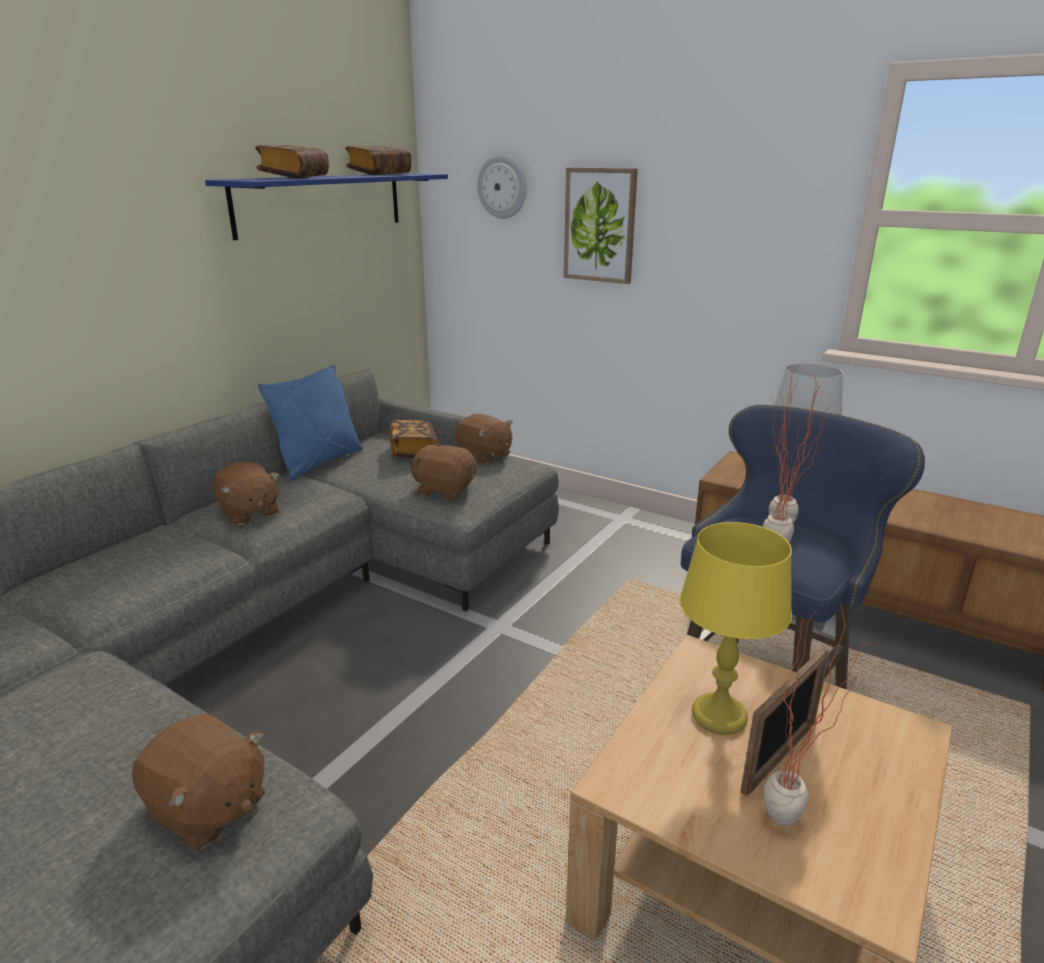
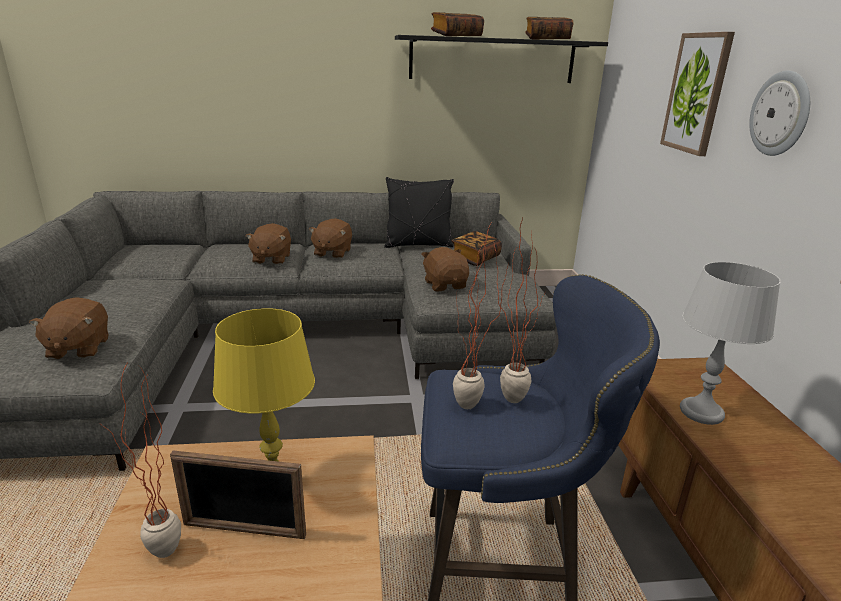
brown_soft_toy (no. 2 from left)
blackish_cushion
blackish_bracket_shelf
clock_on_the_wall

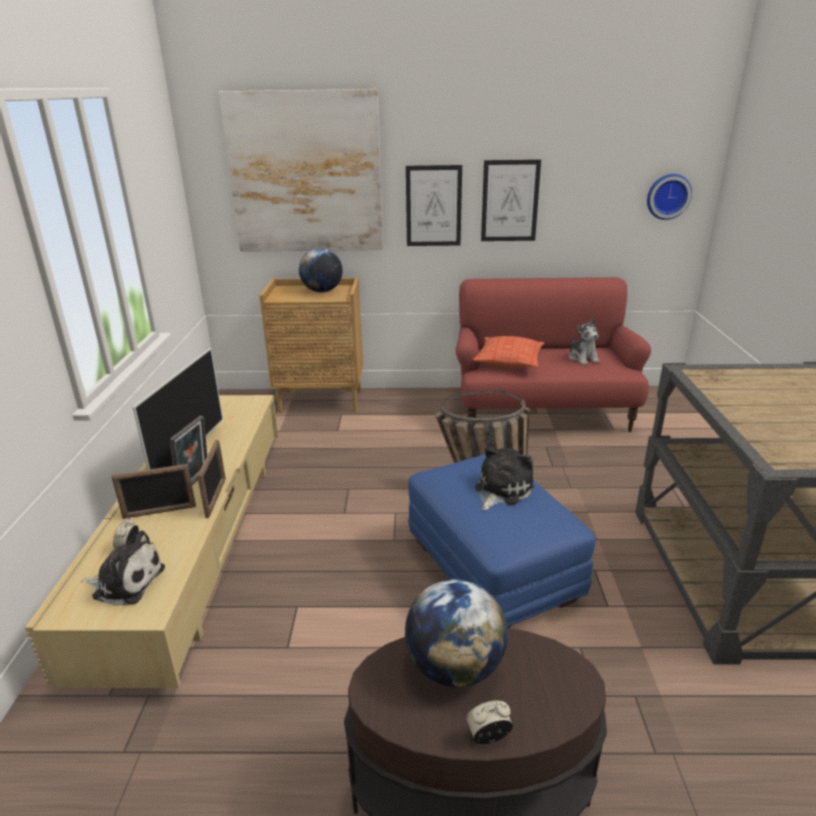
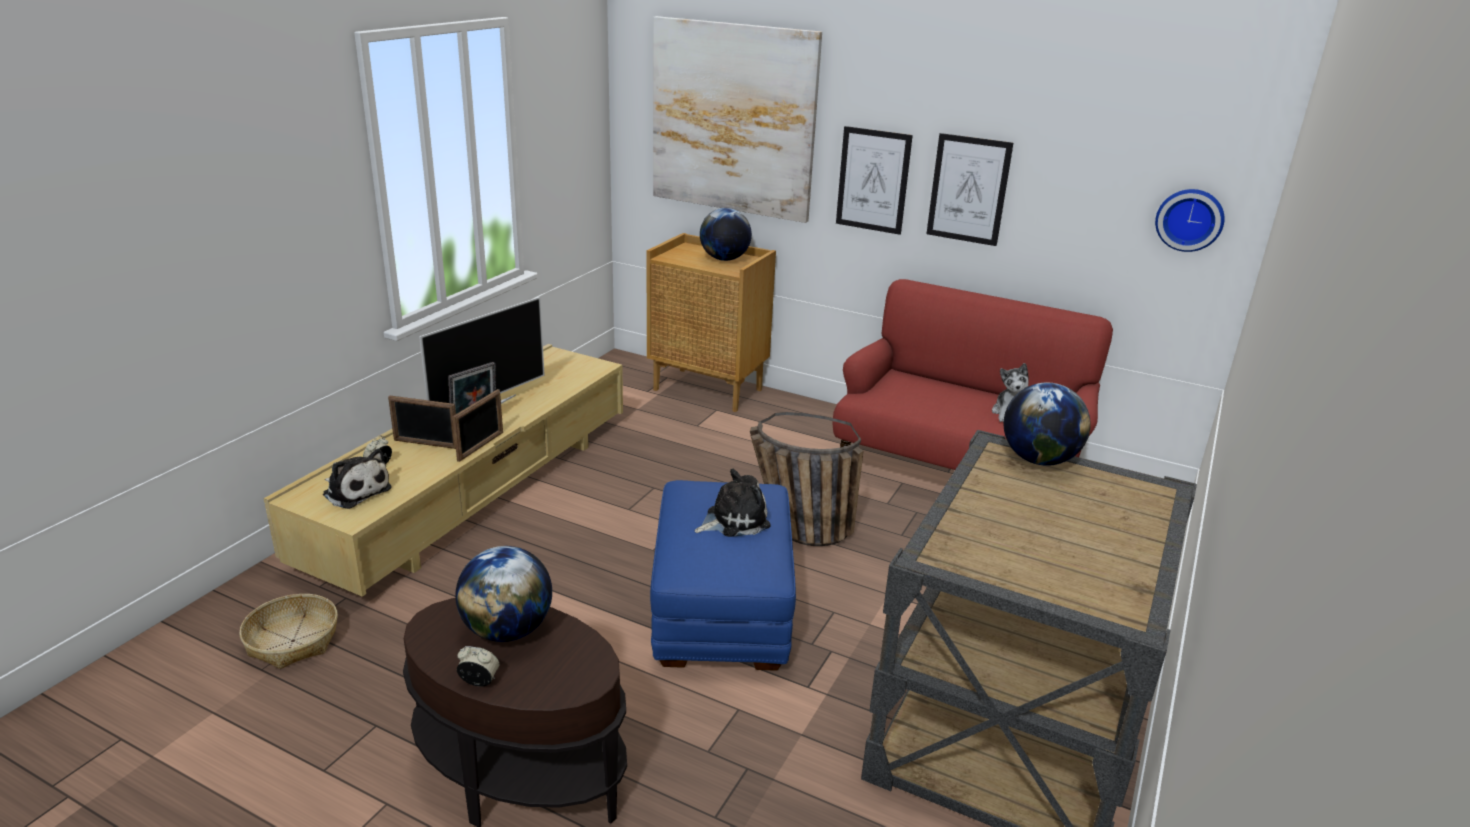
basket (no. 1 from left)
globe (no. 3 from left)
orange-coloured_cushion

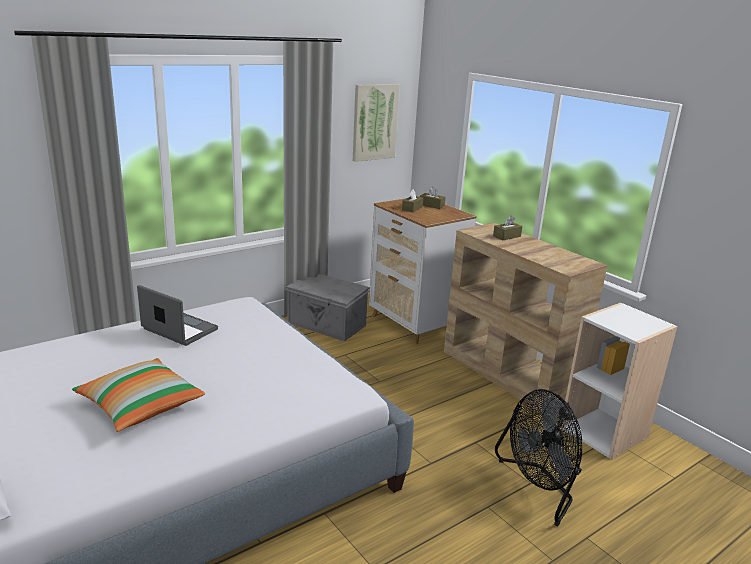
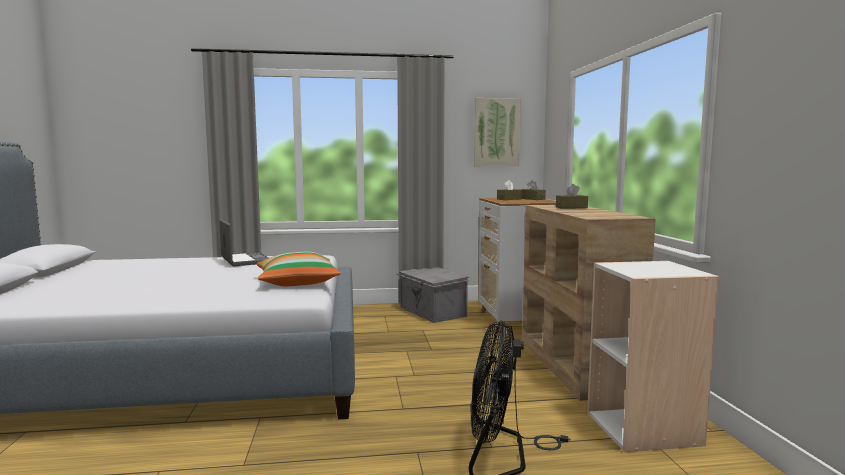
cushion

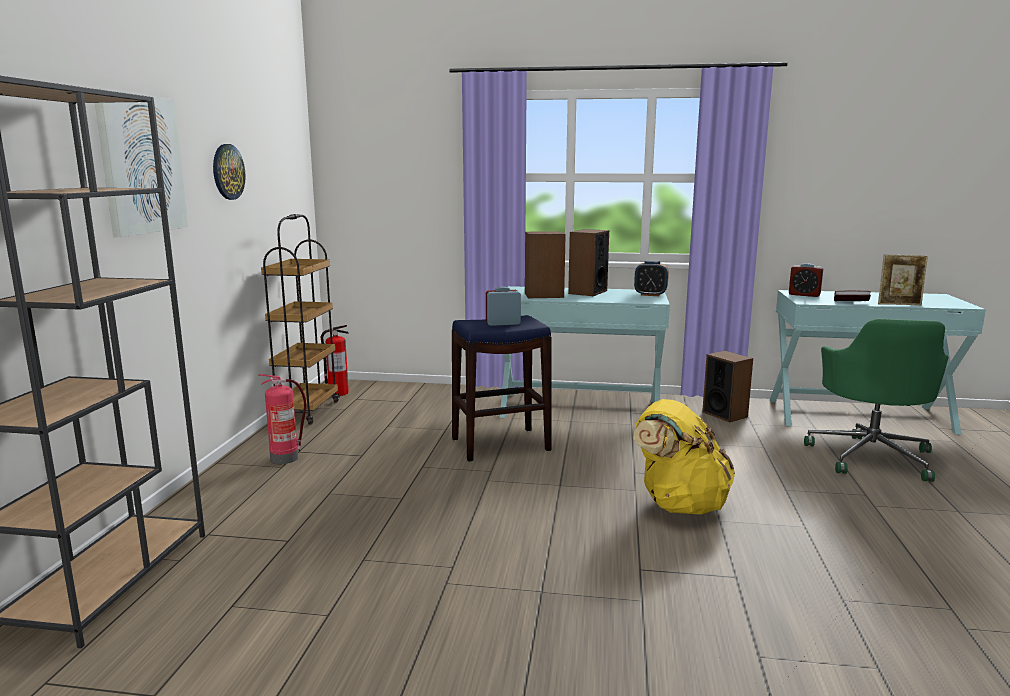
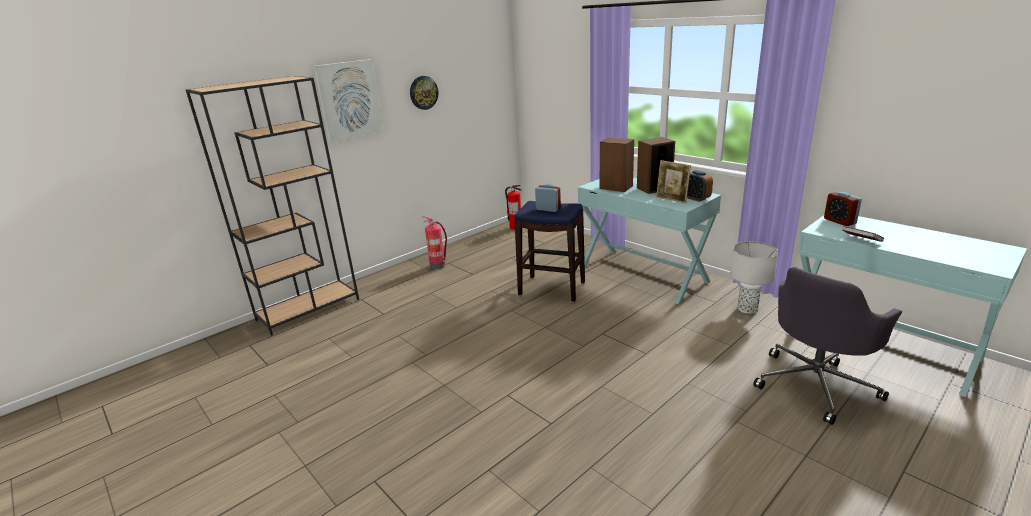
standing_frame
white_tabletop_lamp
greyish_office_chair
brown_cart
yellow_knapsack

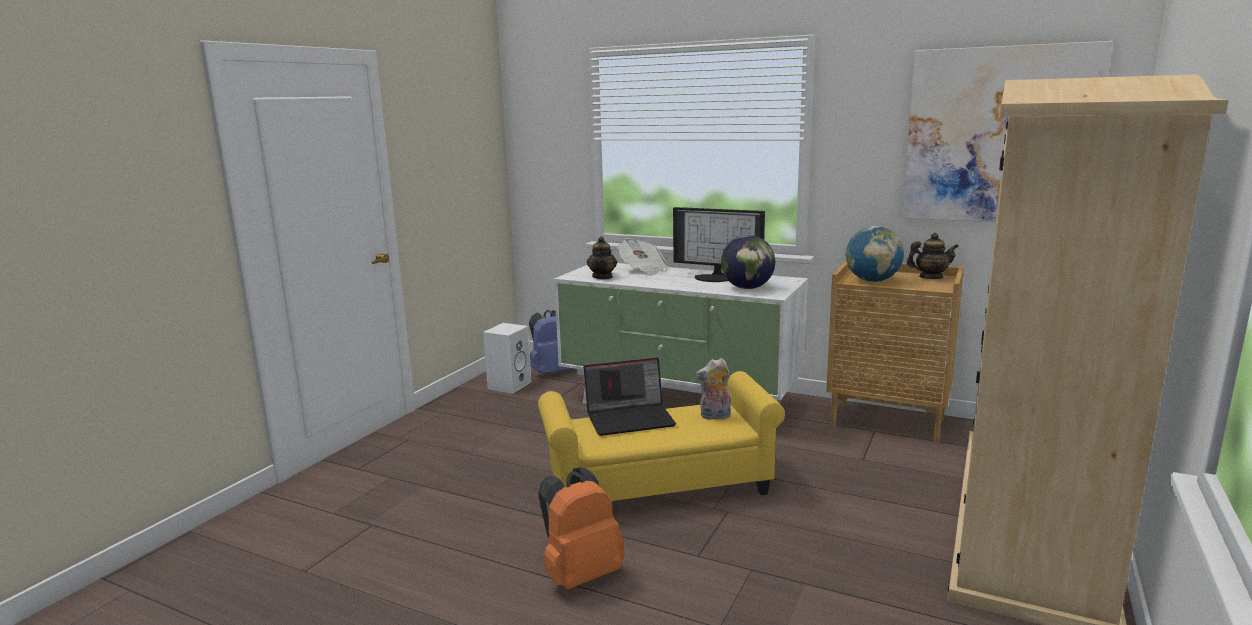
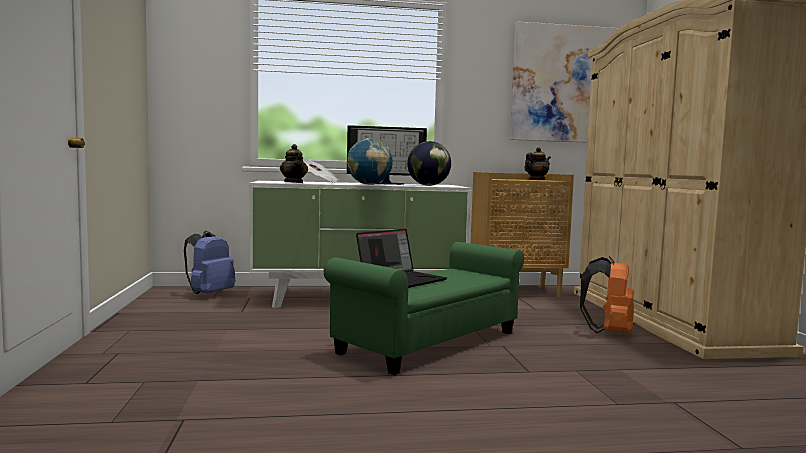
green_footrest
globe (no. 1 from left)
orange-coloured_knapsack
white_speaker
soft_toy

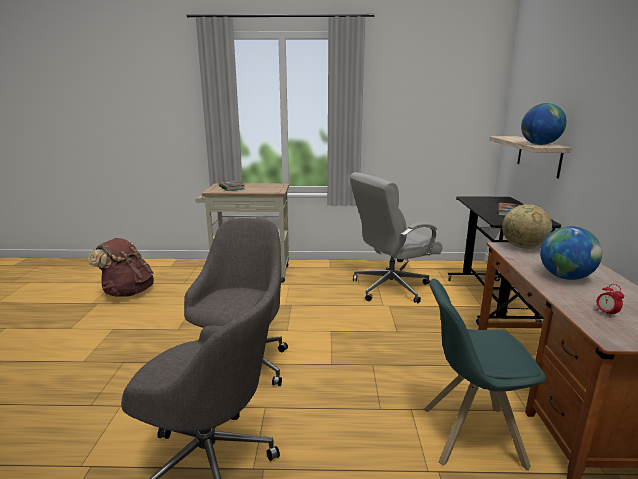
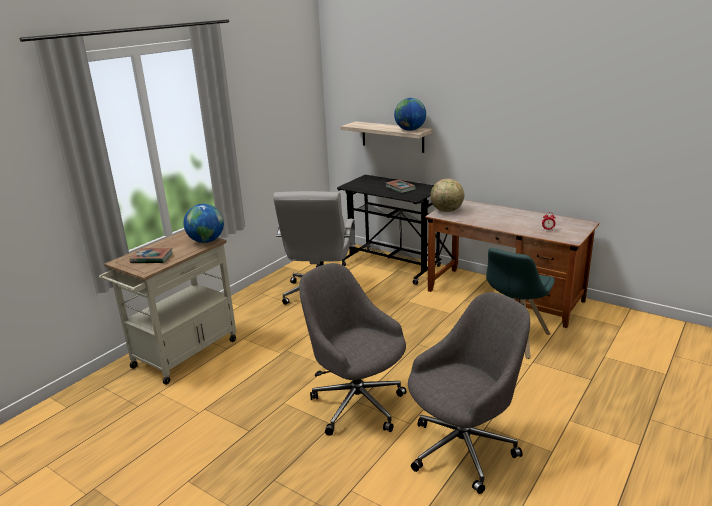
globe (no. 1 from left)
brown_knapsack

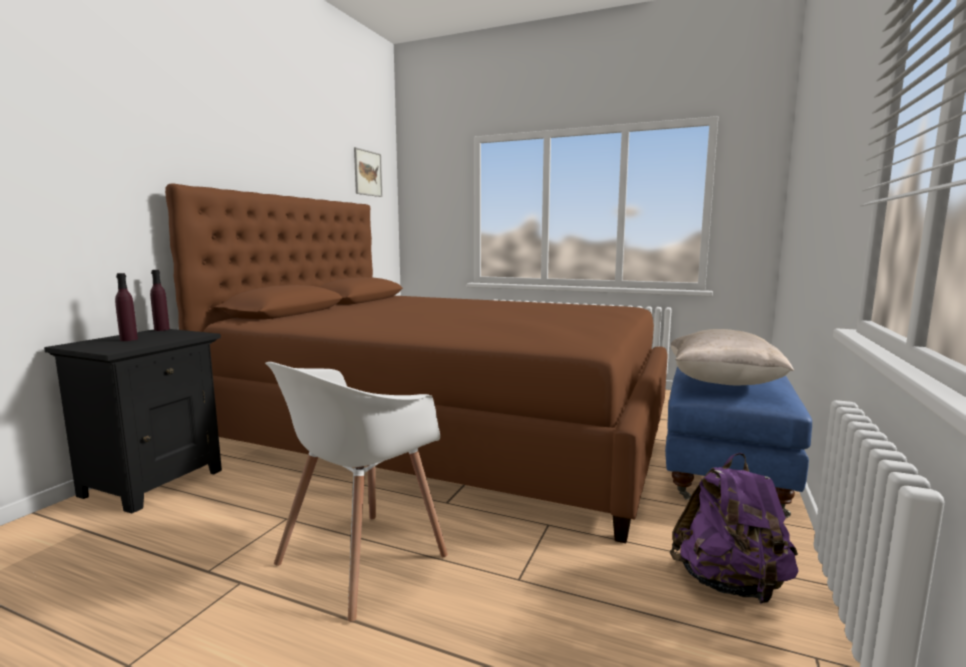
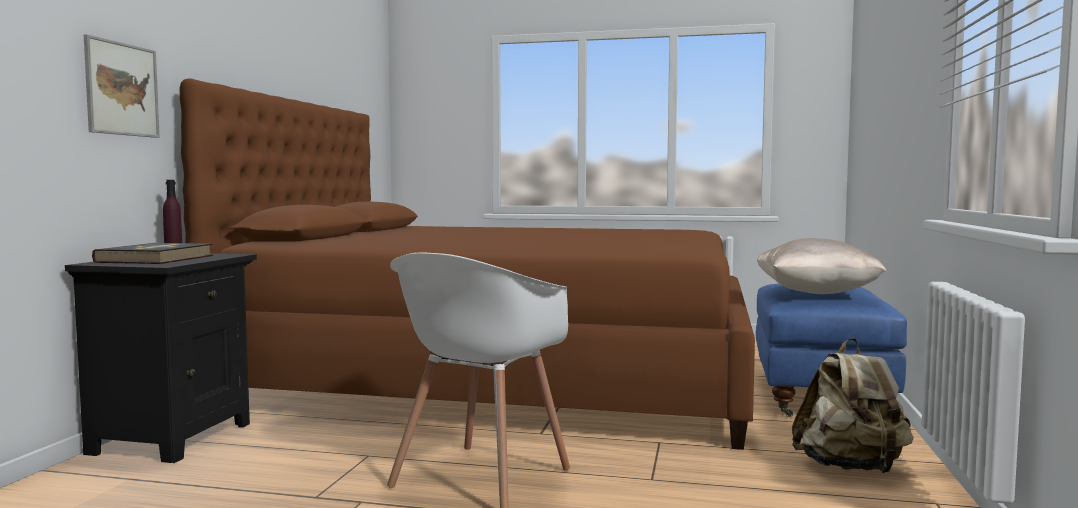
wall_art
book
beige-coloured_knapsack

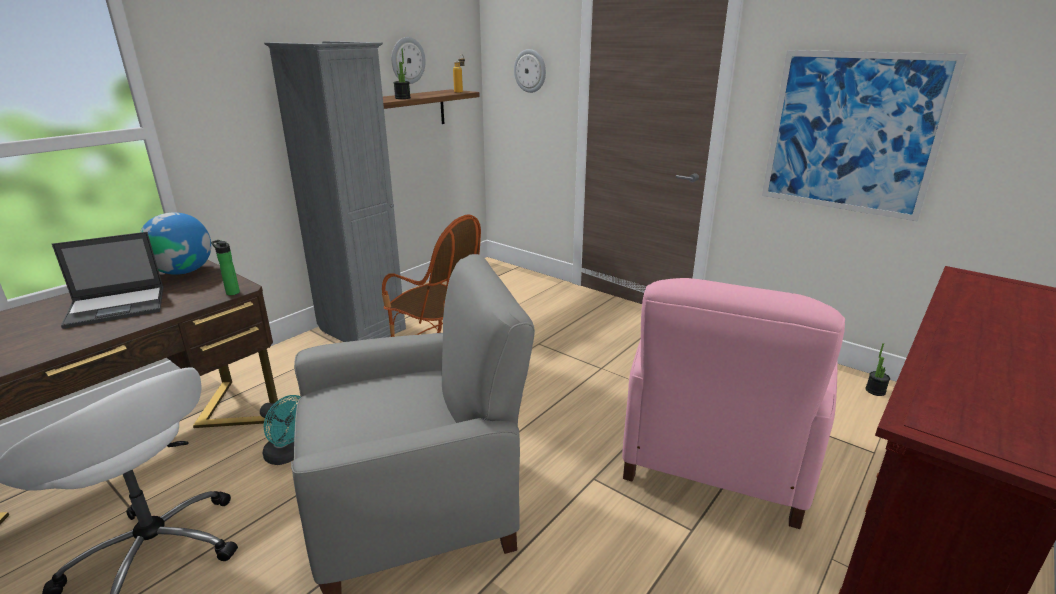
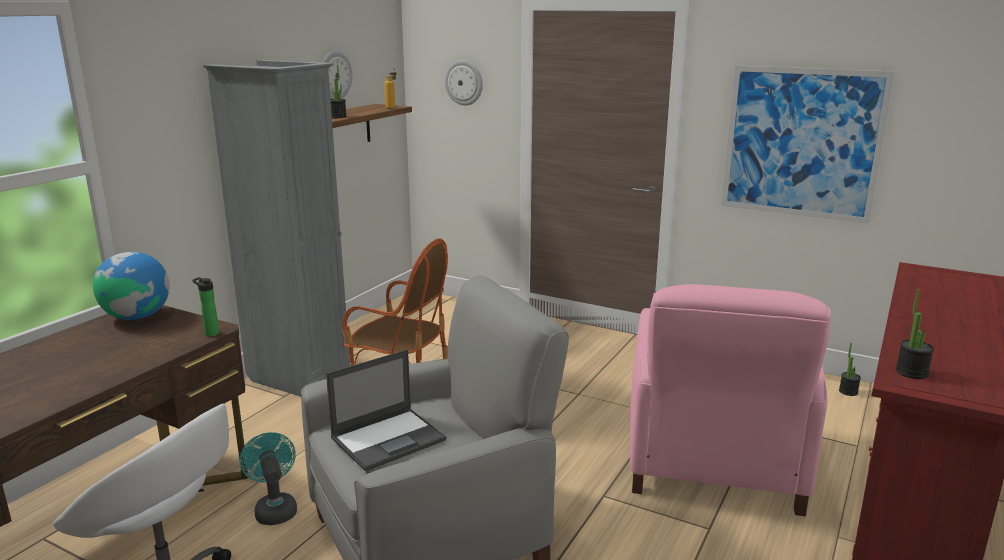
turquoise_electric_fan
portable_computer
potted_plant (no. 3 from left)

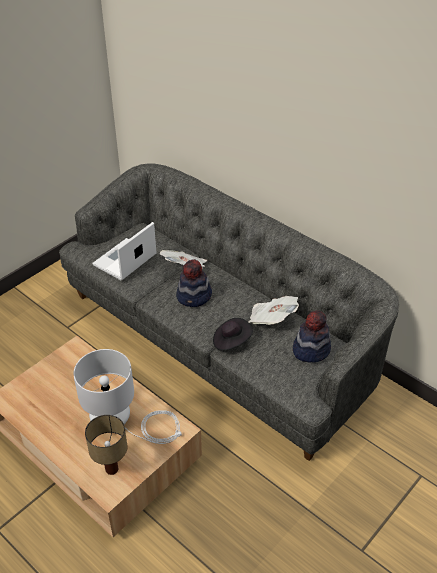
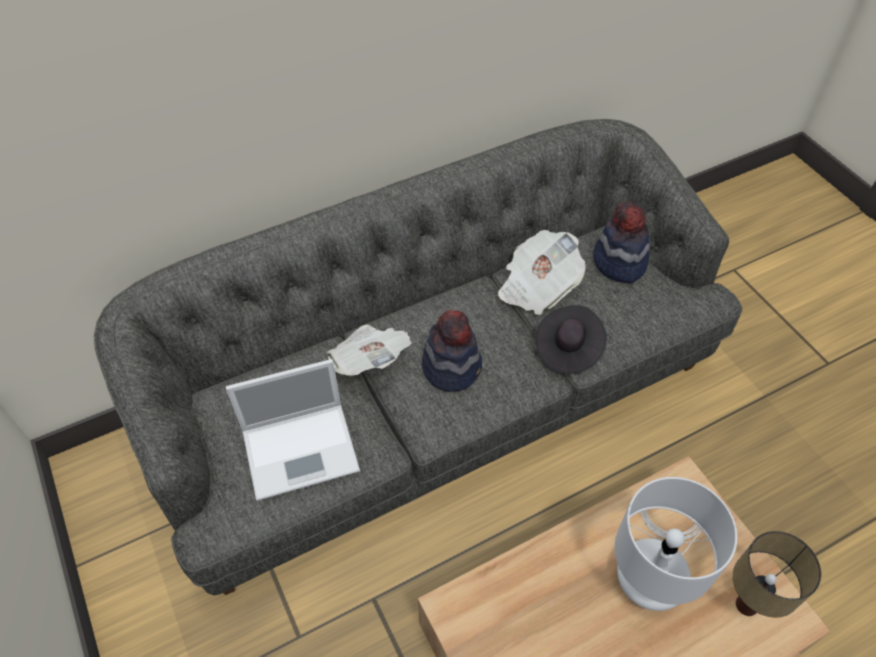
portable_computer

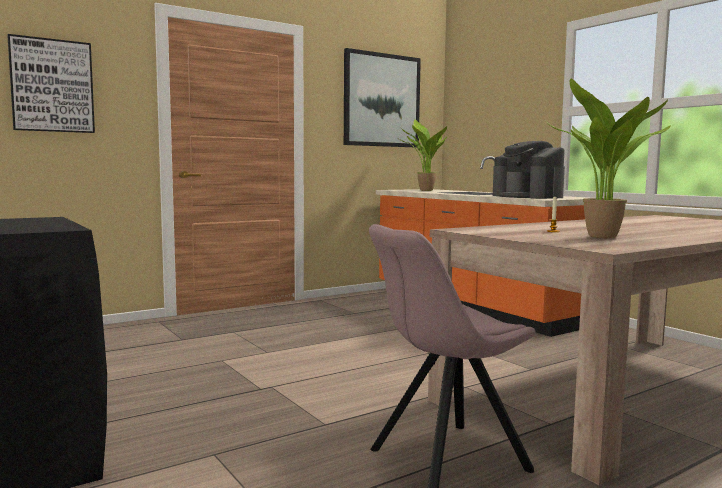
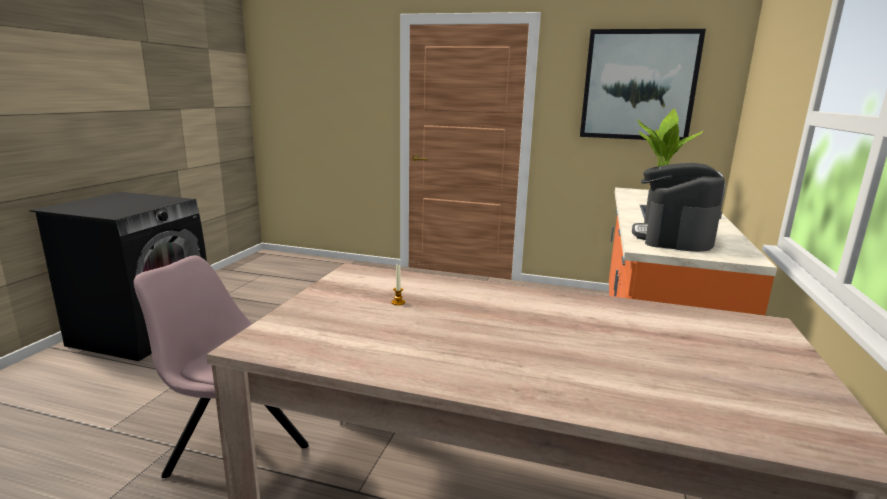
wall_art (no. 1 from left in the first image)
potted_plant (no. 2 from left in the first image)

